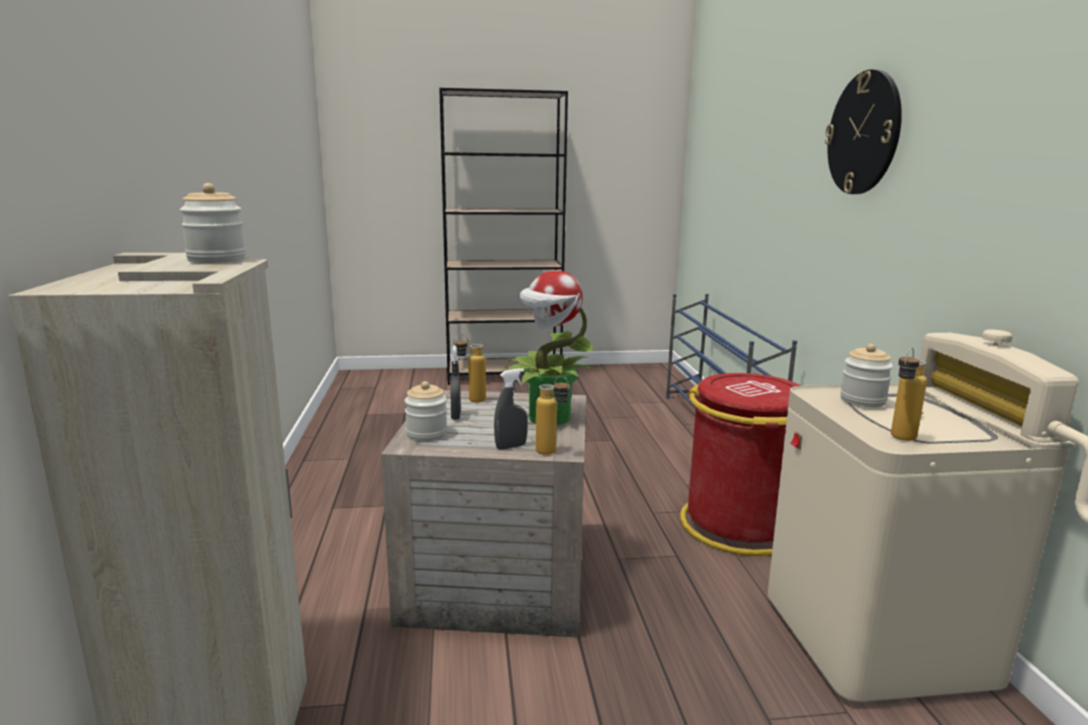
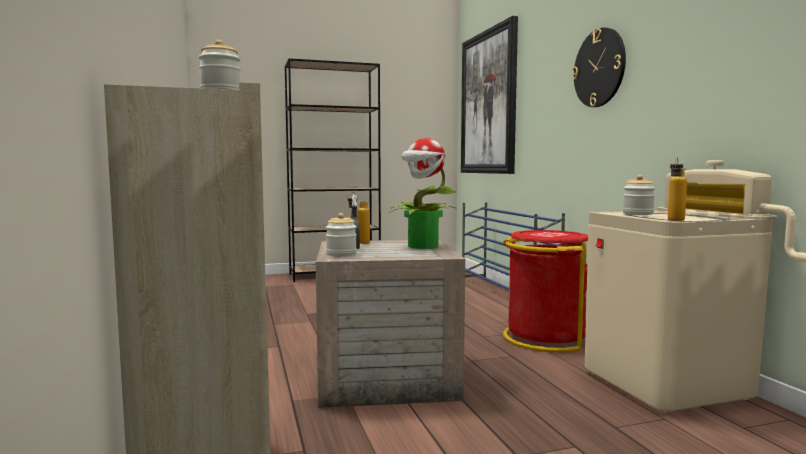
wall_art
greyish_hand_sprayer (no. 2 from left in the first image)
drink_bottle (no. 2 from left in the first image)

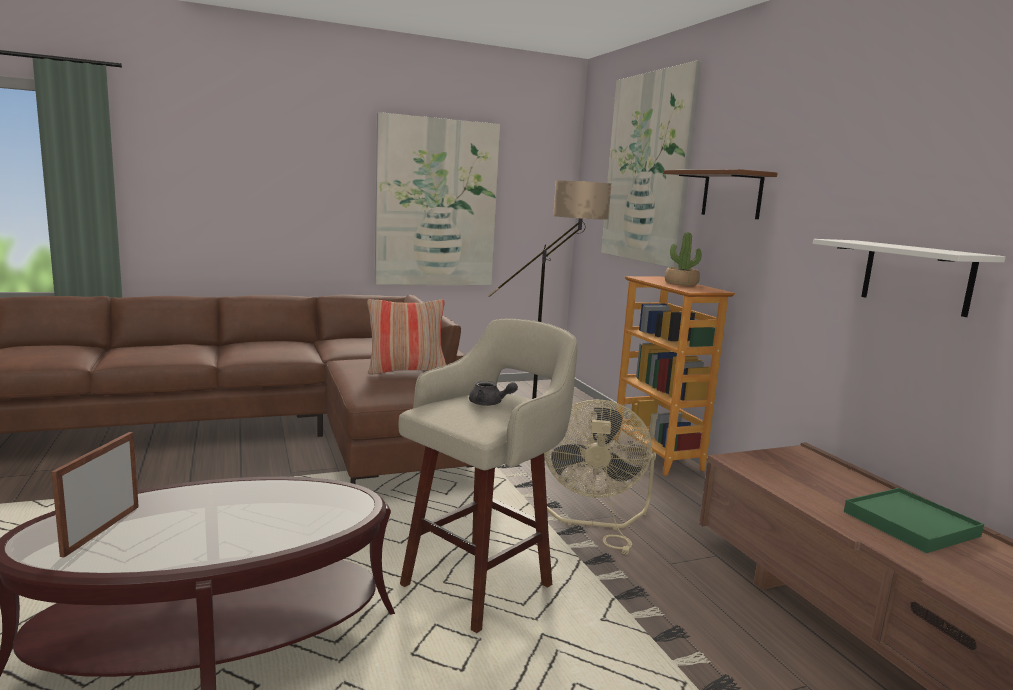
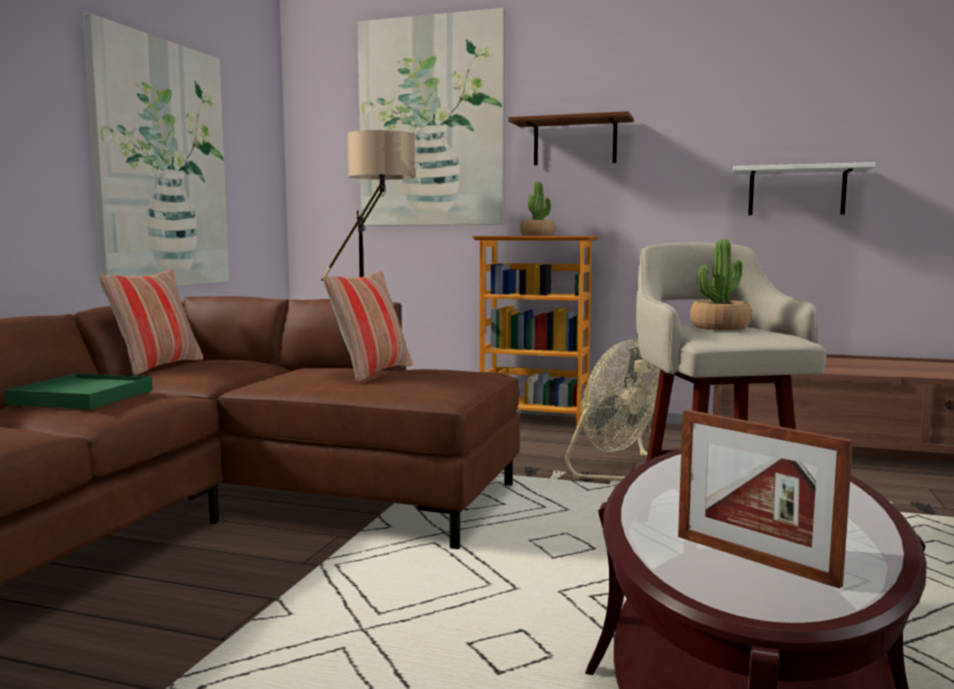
green_carrying_tray
cushion (no. 1 from left)
potted_plant (no. 2 from left)

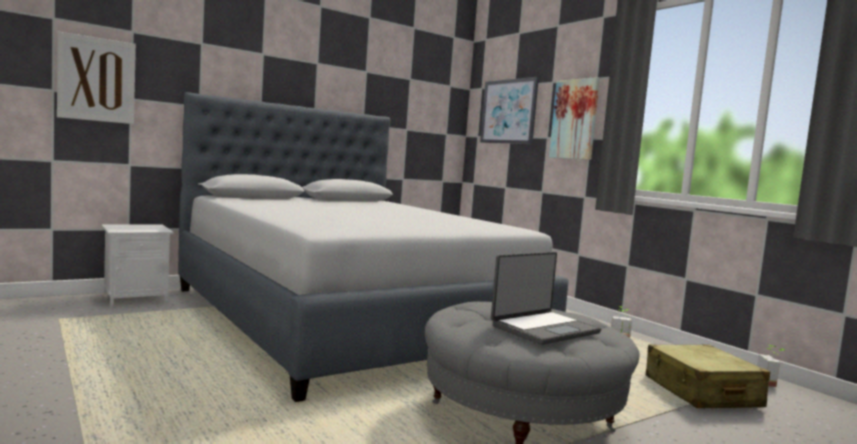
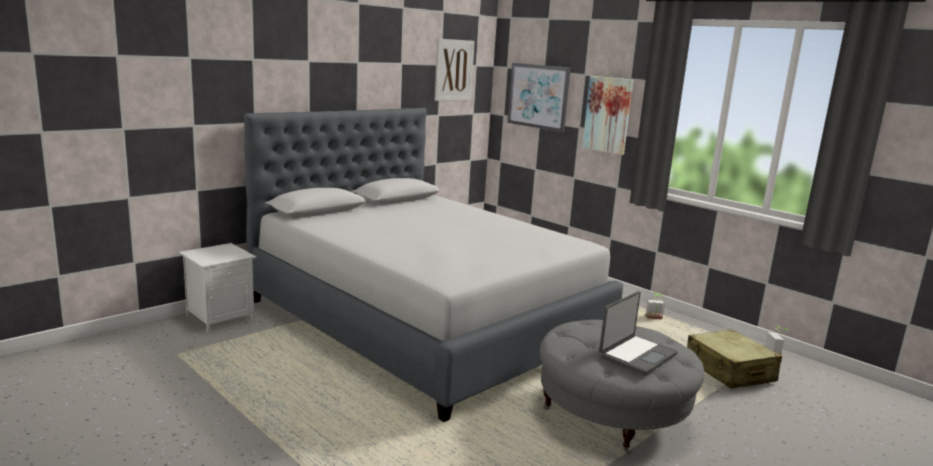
wall_art (no. 1 from left)

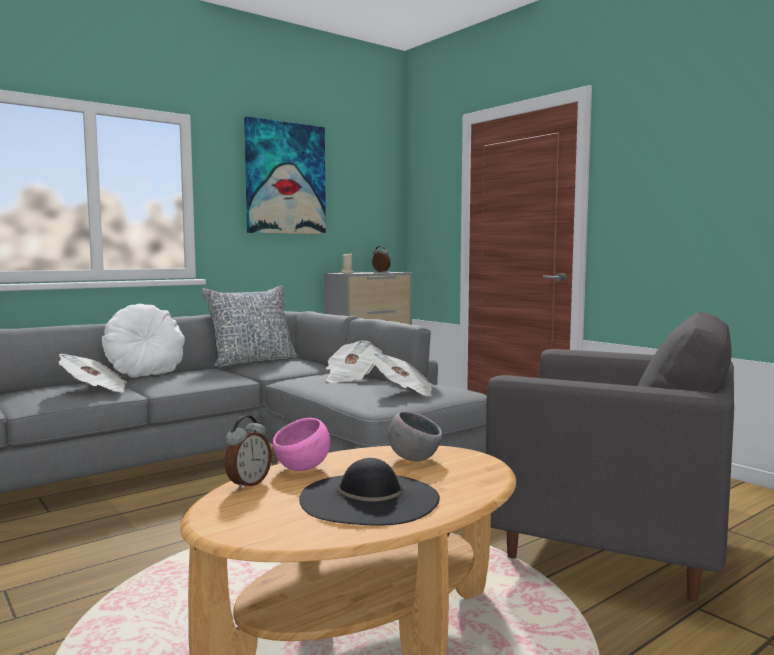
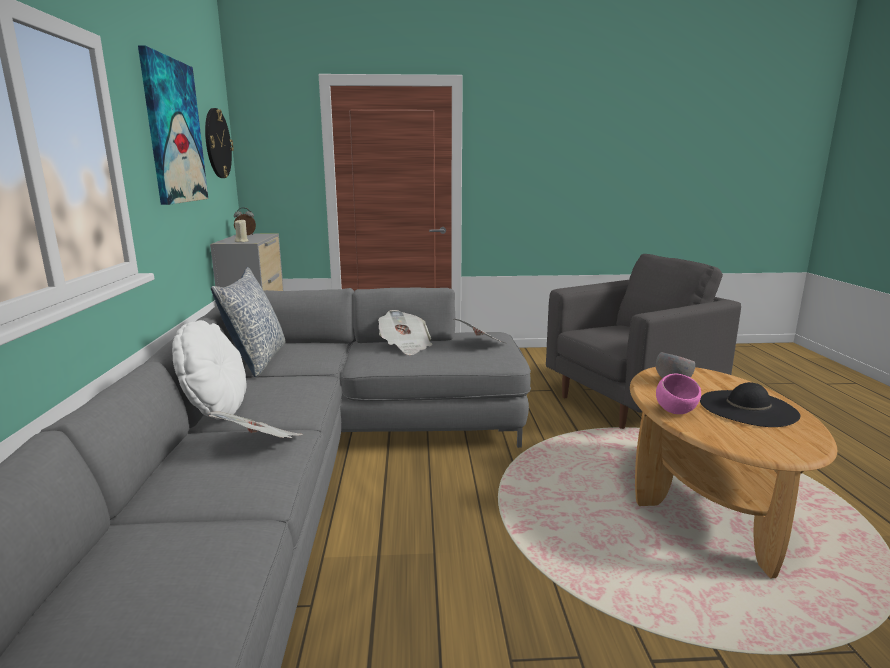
clock_on_the_wall
alarm_clock (no. 1 from left in the first image)

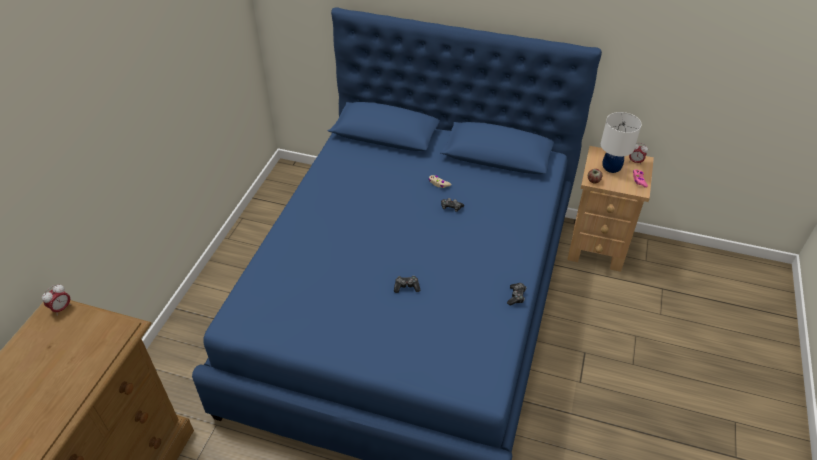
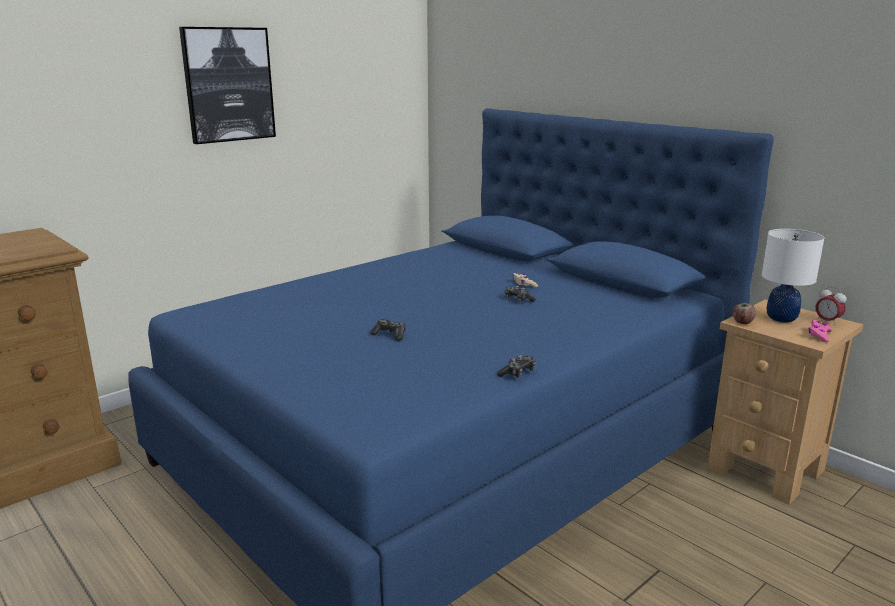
wall_art
alarm_clock (no. 1 from left in the first image)

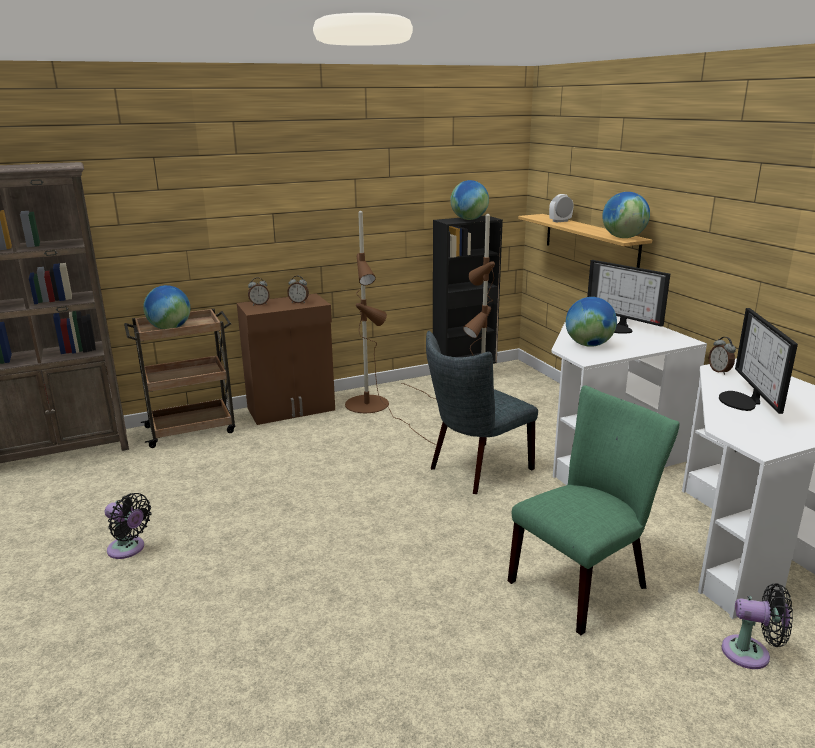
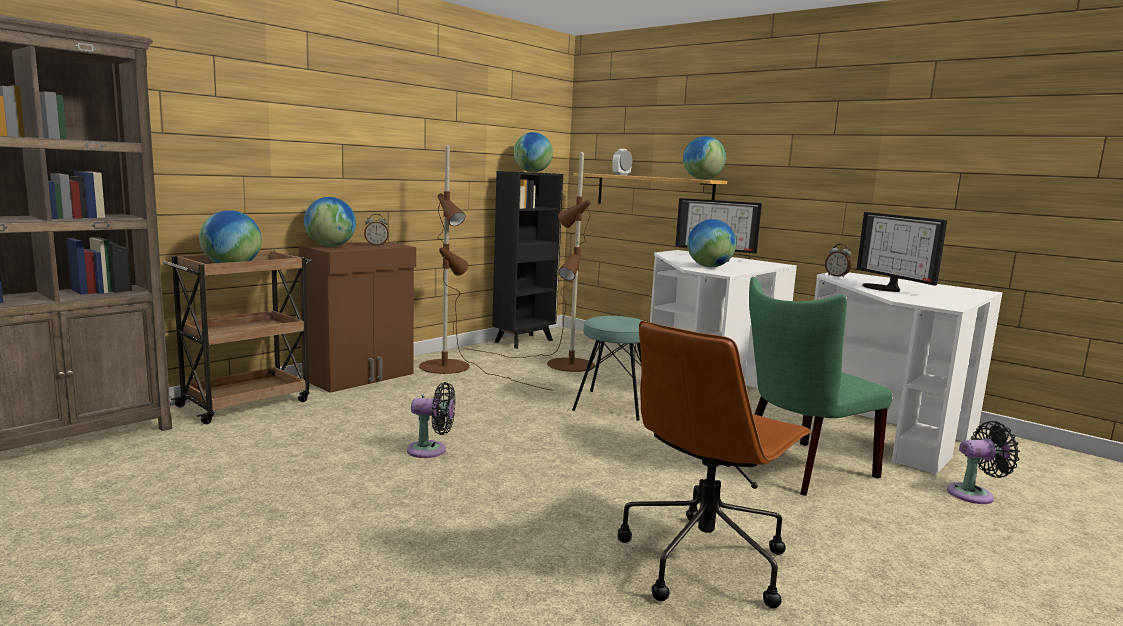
globe (no. 2 from left)
blackish_electric_fan (no. 1 from left)
turquoise_sitting_stool
brown_office_chair
green_chair

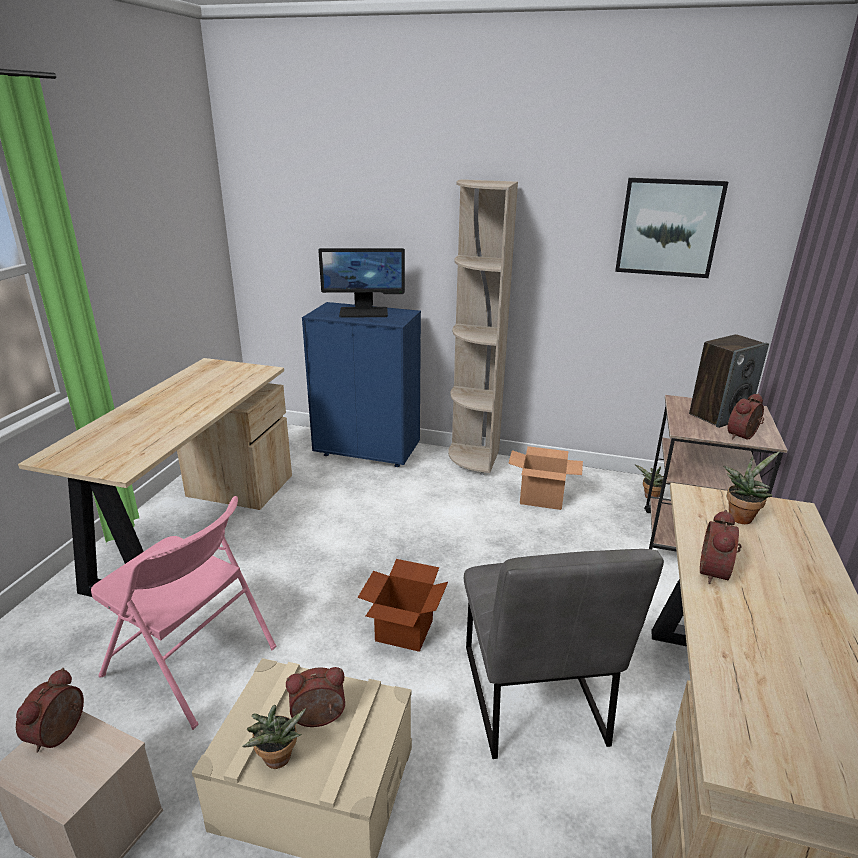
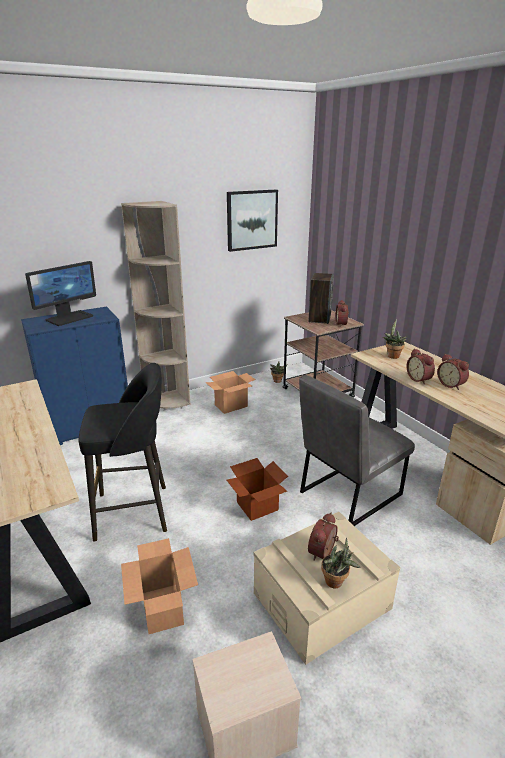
blackish_sitting_stool
packing_box (no. 1 from left)
greyish_chair
alarm_clock (no. 4 from left)

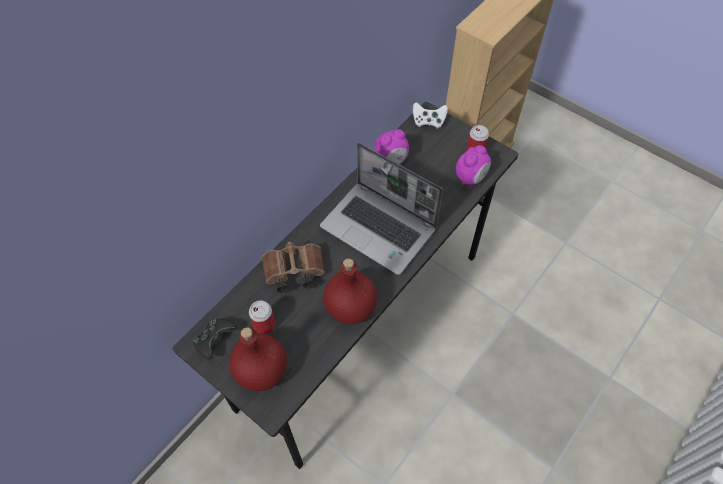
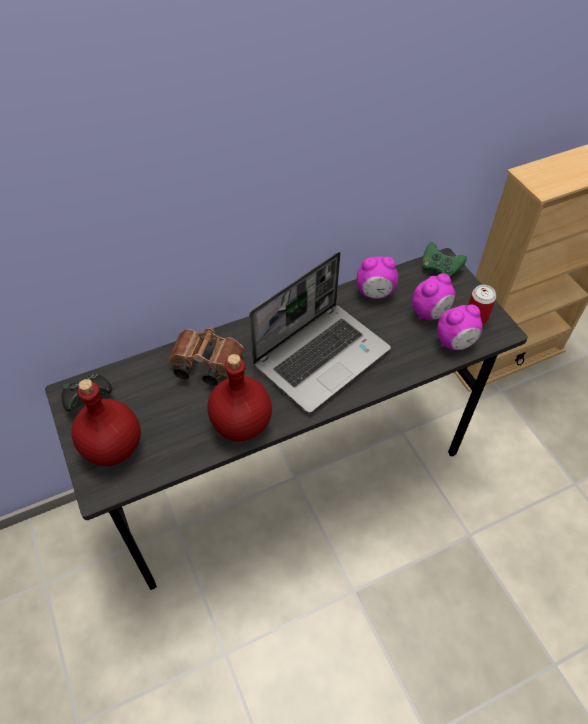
portable_computer
alarm_clock (no. 2 from left)
green_game_controller
metal_can (no. 1 from left in the first image)

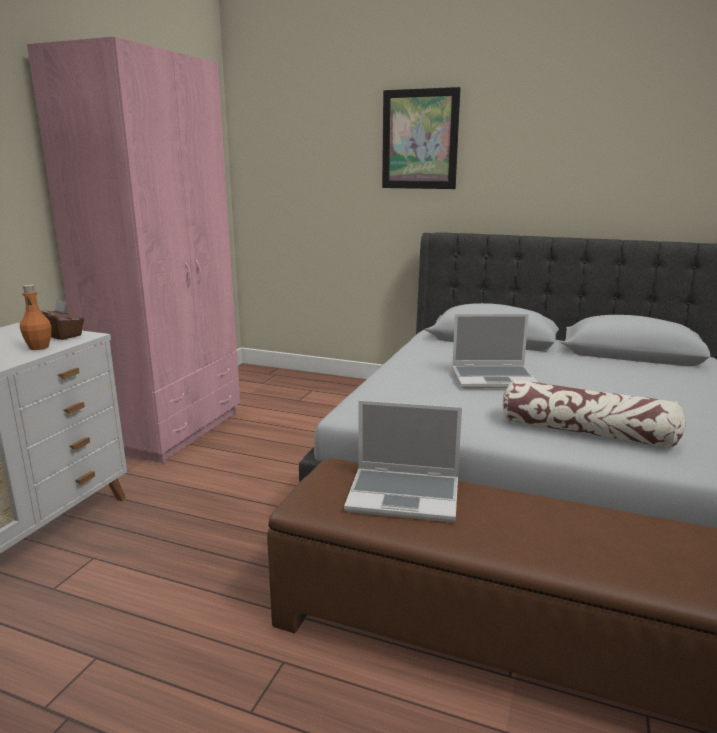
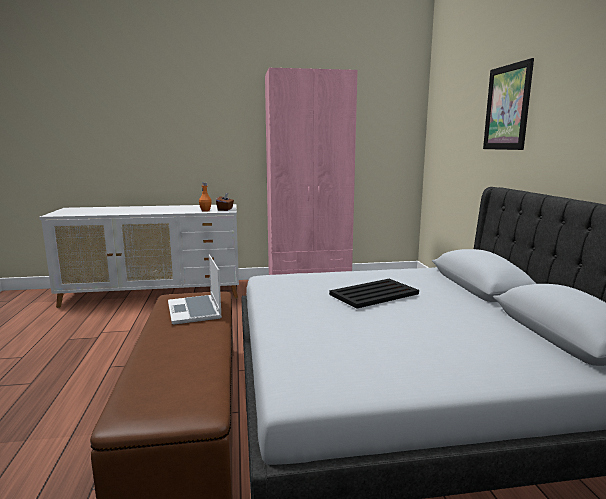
blackish_carrying_tray
cushion

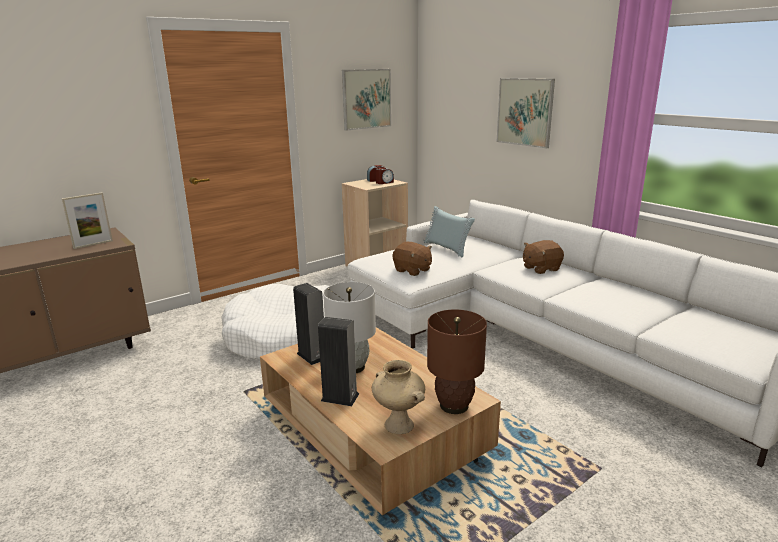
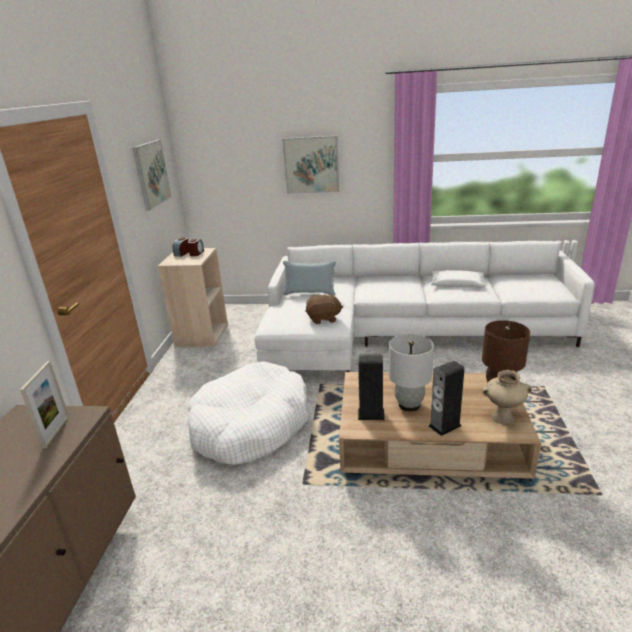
white_cushion
brown_soft_toy (no. 2 from left in the first image)

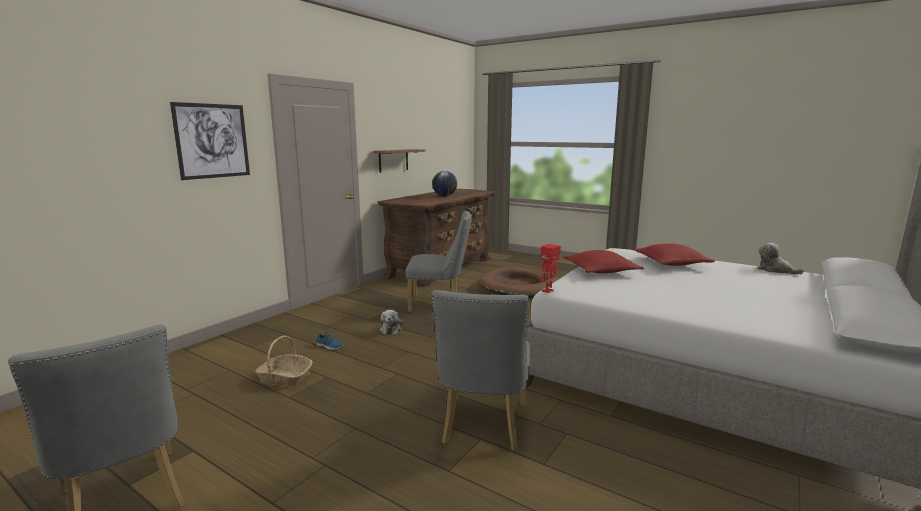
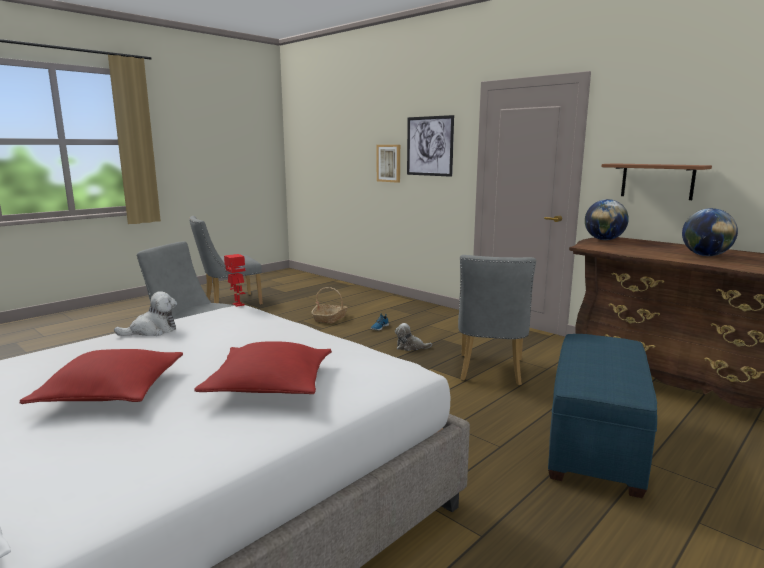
reddish_cushion (no. 1 from left)
soft_toy (no. 1 from left)
wall_art (no. 1 from left)
blue-coloured_footrest
globe (no. 1 from left)

